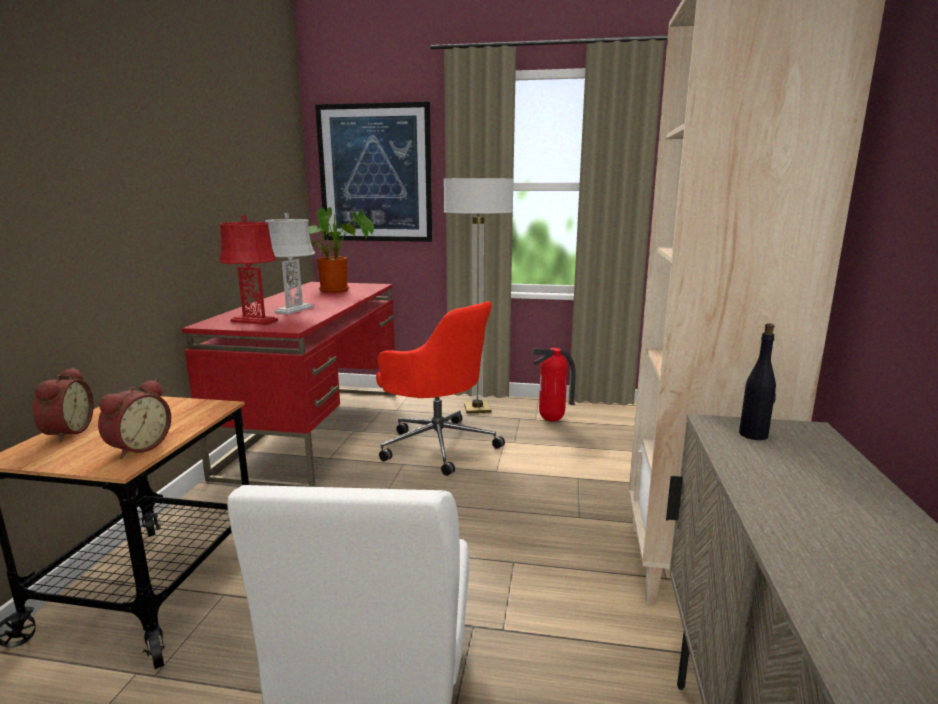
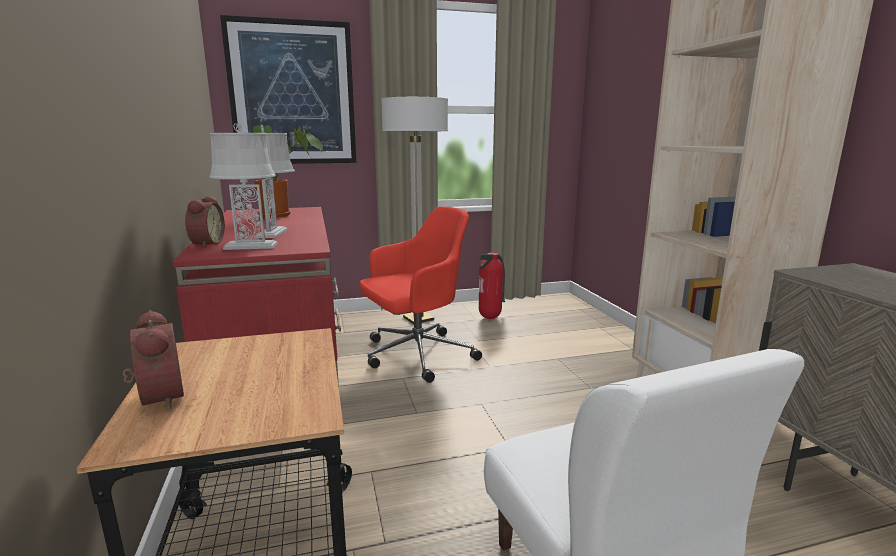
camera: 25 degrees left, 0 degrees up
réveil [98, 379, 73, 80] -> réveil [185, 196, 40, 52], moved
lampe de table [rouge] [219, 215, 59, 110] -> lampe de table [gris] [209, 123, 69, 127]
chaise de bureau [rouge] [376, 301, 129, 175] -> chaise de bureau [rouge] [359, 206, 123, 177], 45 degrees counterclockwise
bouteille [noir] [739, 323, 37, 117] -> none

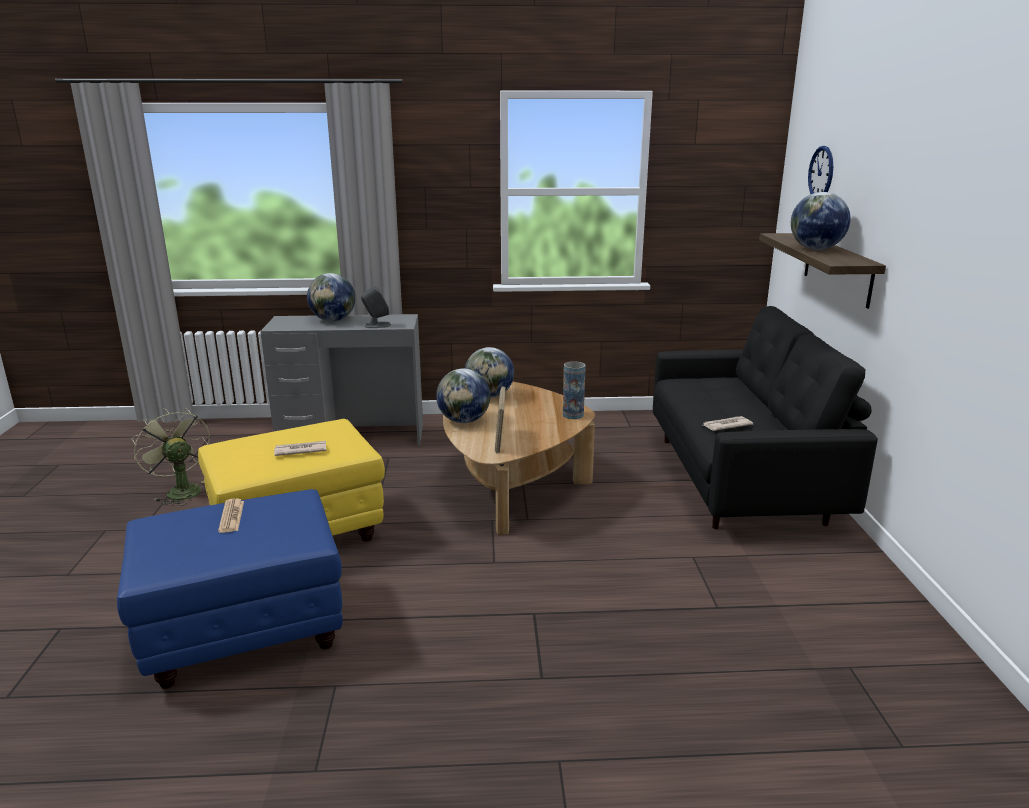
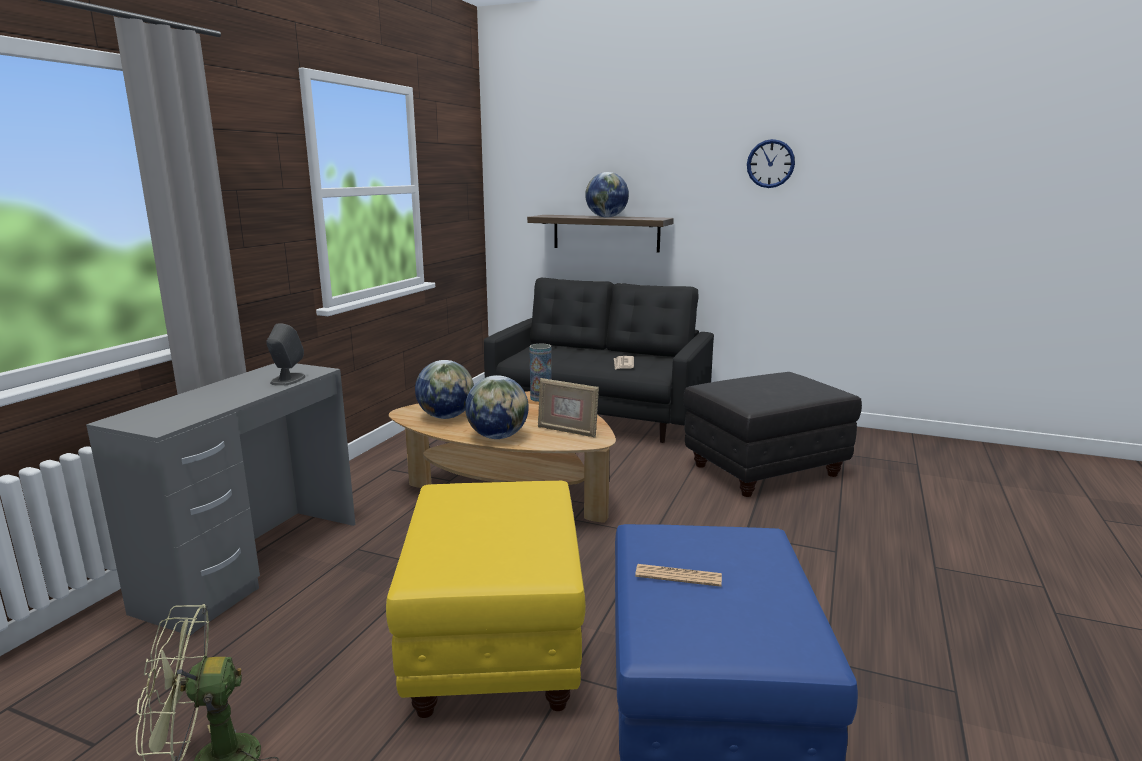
camera: 65 degrees left, 5 degrees down
journal [274, 441, 52, 15] -> none
globe [307, 273, 48, 48] -> none
horloge murale [808, 146, 25, 48] -> horloge murale [747, 139, 48, 49], moved
none -> pouf [noir] [683, 372, 179, 125]

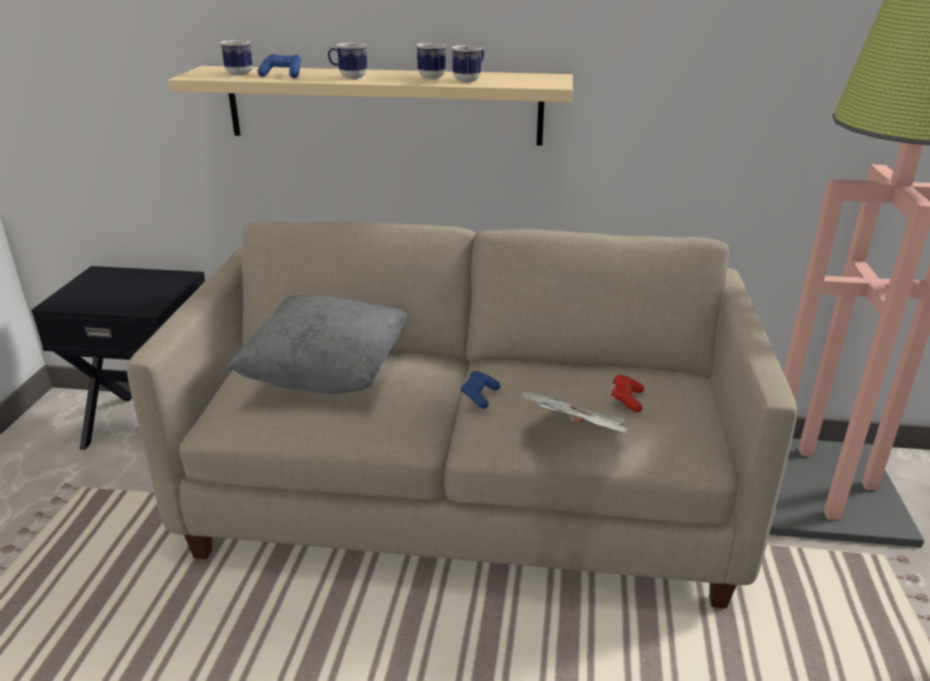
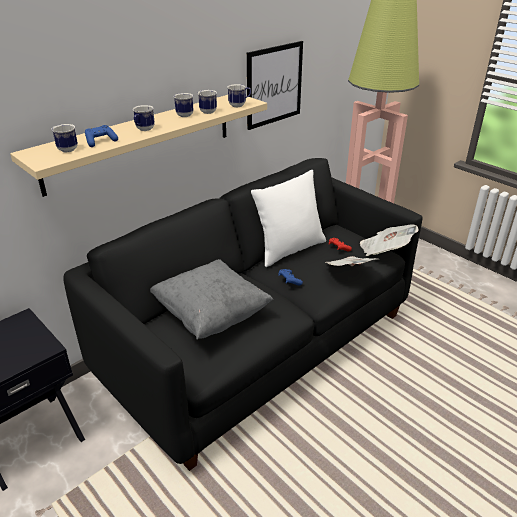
camera: 50 degrees left, 5 degrees up
canapé [beige] [127, 221, 670, 387] -> canapé [noir] [63, 158, 359, 313]
none -> mug [228, 84, 23, 23]
none -> tableau [247, 41, 56, 89]
none -> coussin [blanc] [251, 170, 75, 97]
none -> journal [360, 224, 58, 32]

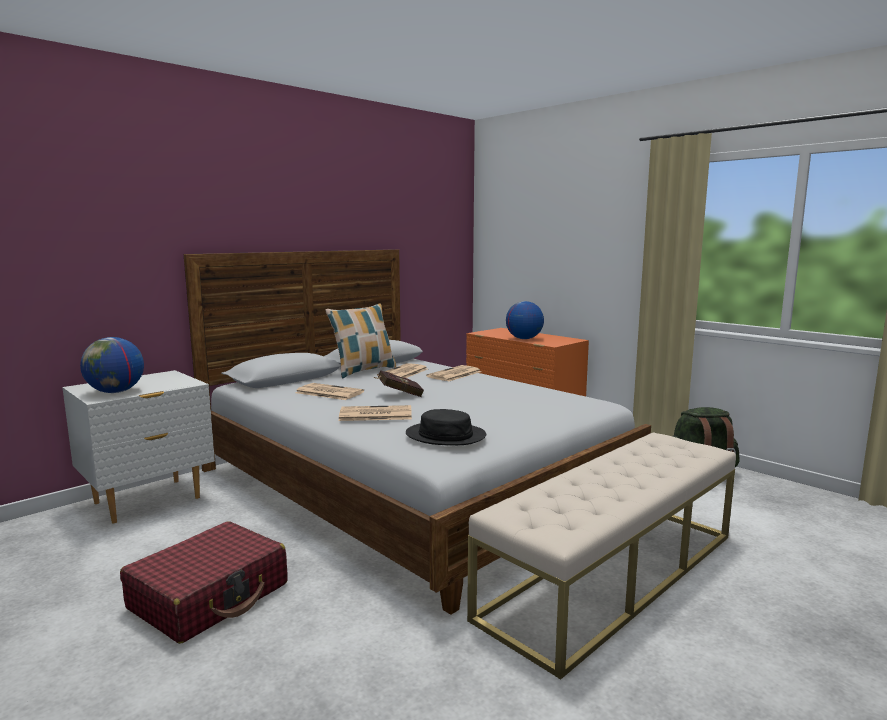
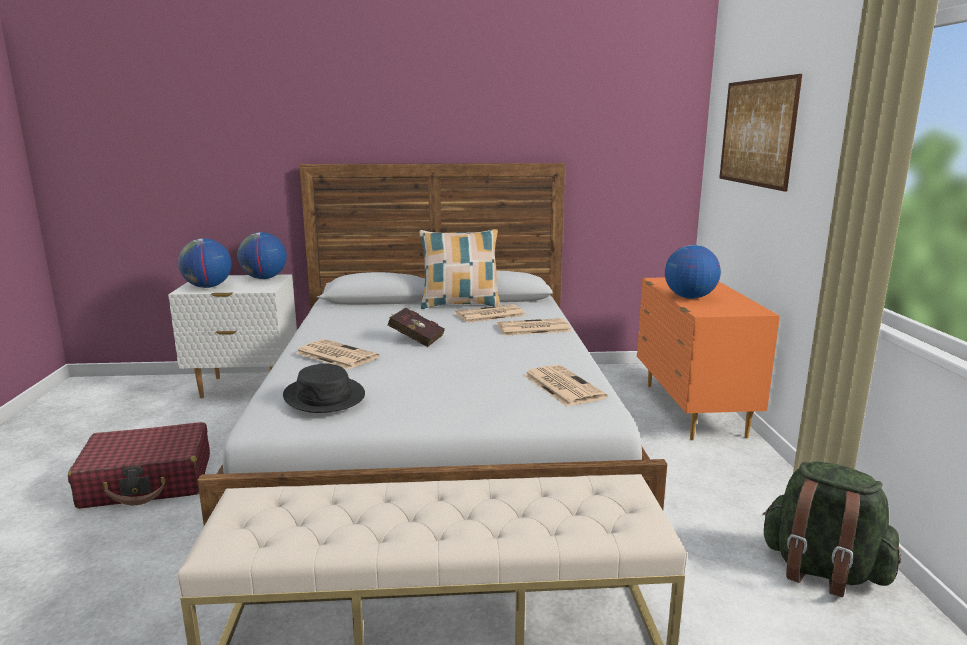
camera: 40 degrees right, 5 degrees up
journal [295, 383, 69, 17] -> journal [523, 365, 85, 41], moved
none -> globe [238, 232, 49, 47]
none -> tableau [719, 74, 83, 118]

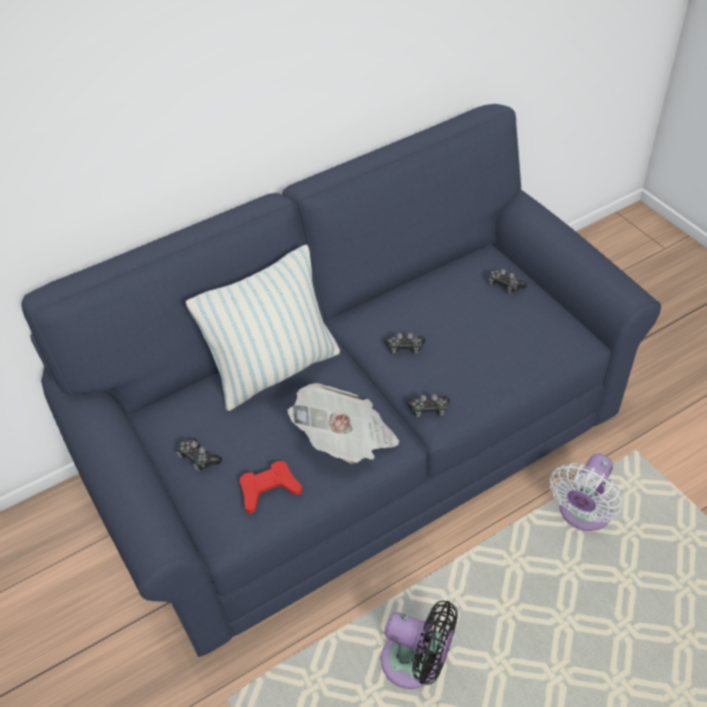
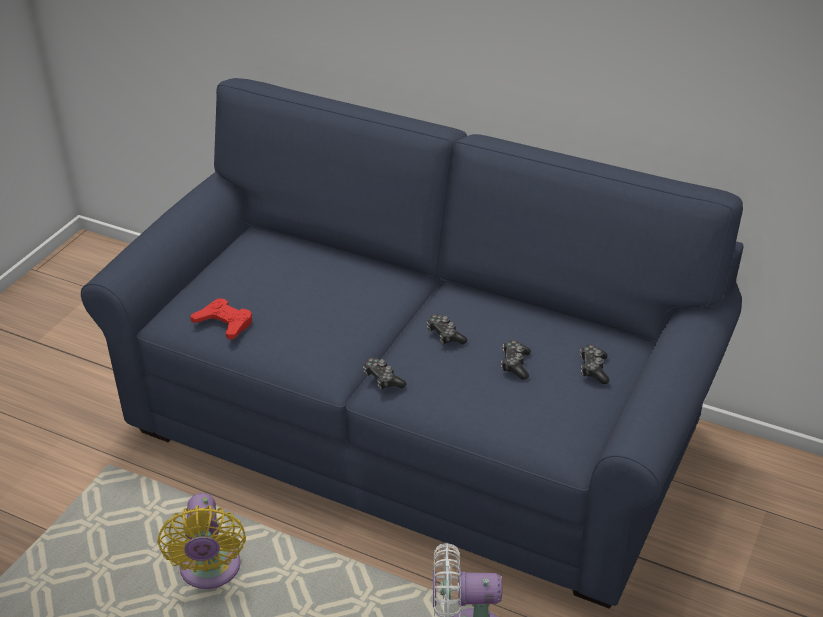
camera: 55 degrees right, 10 degrees down
manette [177, 438, 45, 33] -> manette [501, 340, 30, 40], moved
coussin [186, 245, 154, 166] -> none
journal [287, 383, 112, 81] -> none
ventilateur [noir] [381, 601, 77, 88] -> ventilateur [jaune] [157, 493, 89, 96]

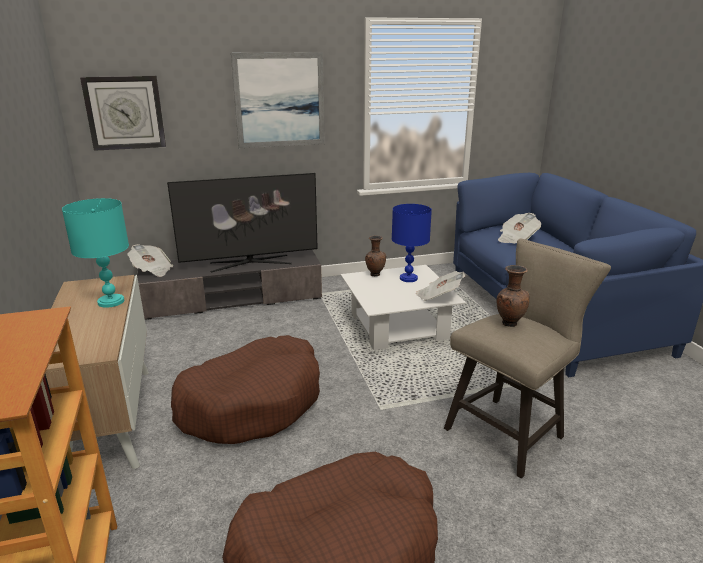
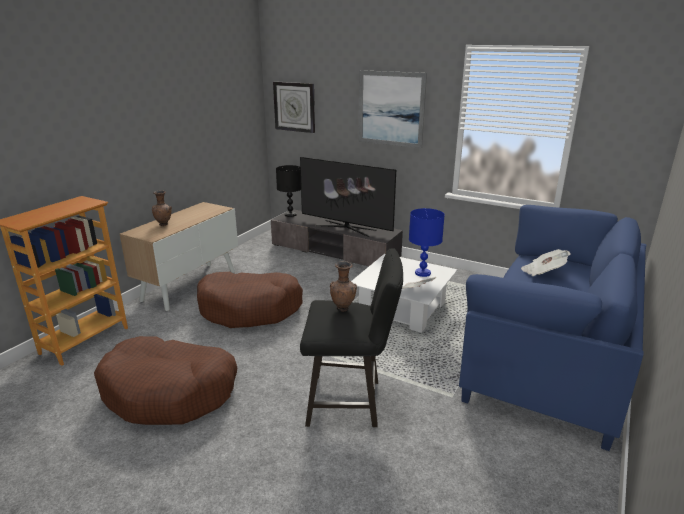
camera: 45 degrees right, 0 degrees up
lampe de table [turquoise] [62, 198, 67, 110] -> none
journal [128, 244, 45, 33] -> lampe de table [noir] [276, 165, 25, 52]
vase [marron] [365, 236, 21, 40] -> vase [marron] [152, 190, 20, 36], moved
tabouret [beige] [444, 239, 167, 240] -> tabouret [noir] [300, 248, 103, 179]

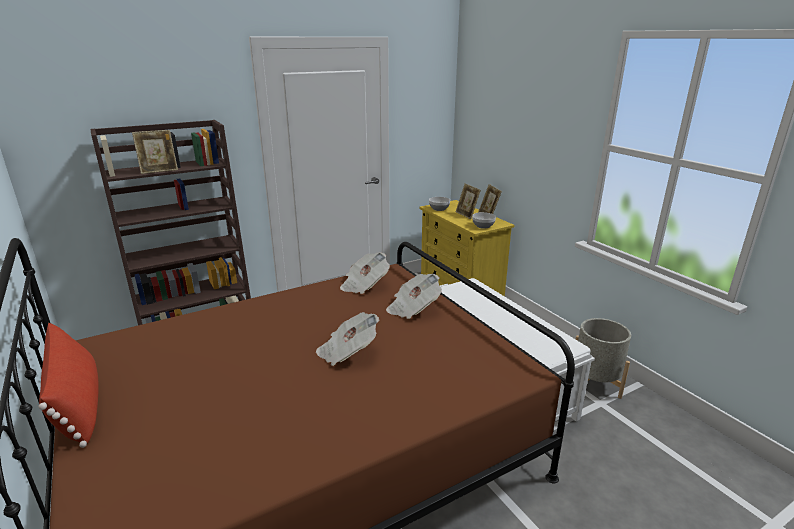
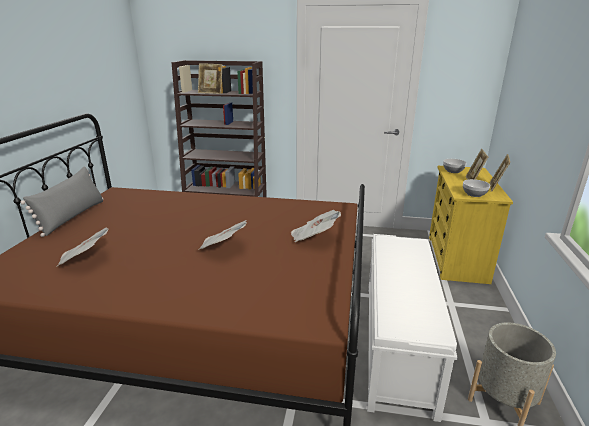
camera: 40 degrees right, 0 degrees up
coussin [rouge] [38, 323, 61, 125] -> coussin [gris] [20, 167, 83, 70]
journal [340, 252, 50, 42] -> journal [56, 227, 53, 40], moved

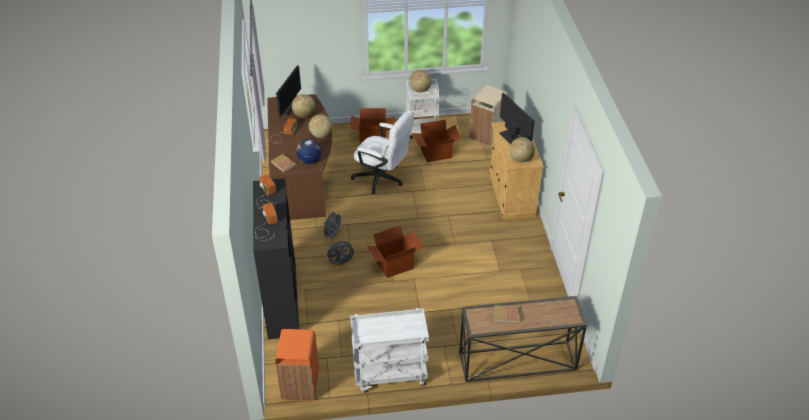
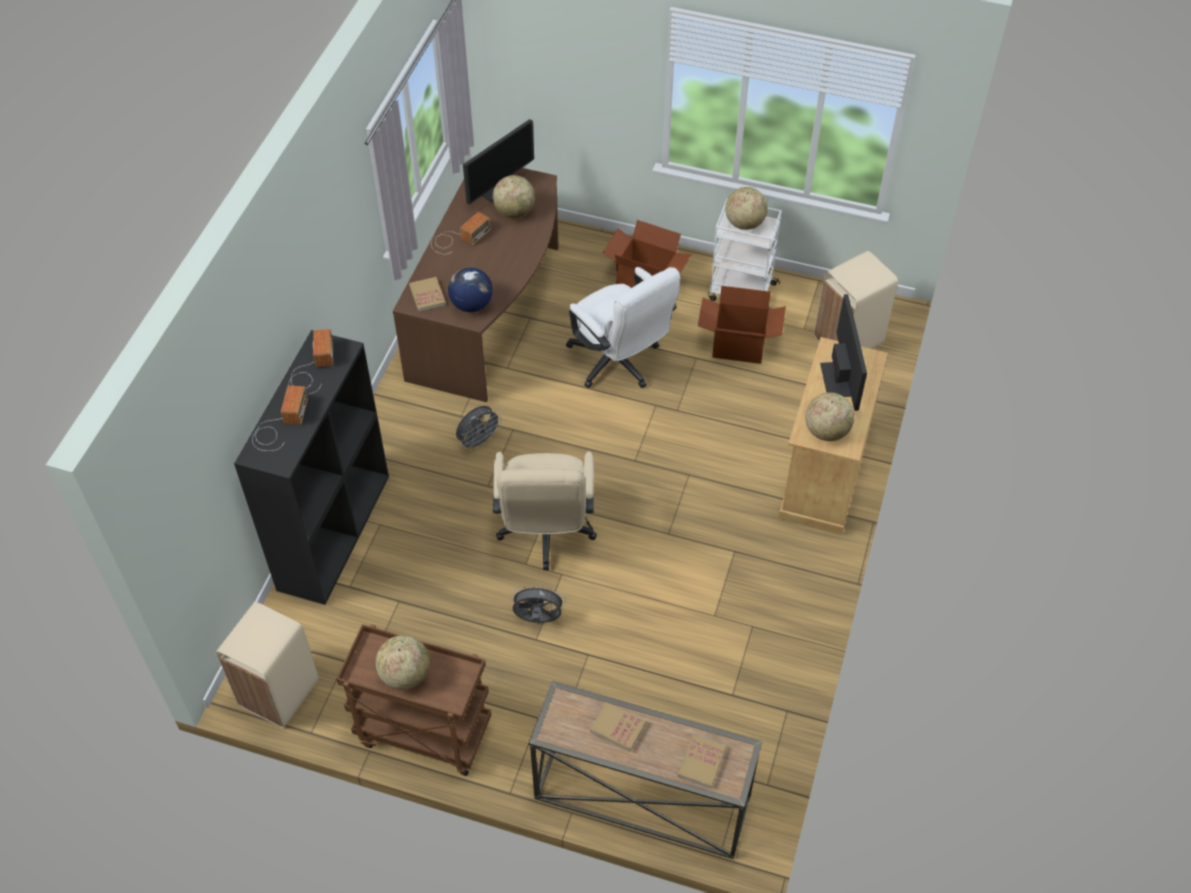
camera: 25 degrees right, 10 degrees up
poubelle [orange] [275, 329, 44, 72] -> poubelle [beige] [216, 602, 103, 126]
globe [309, 114, 24, 24] -> globe [376, 635, 54, 55], moved
ventilateur [gris] [325, 241, 29, 24] -> ventilateur [gris] [510, 584, 56, 39], moved
chariot [blanc] [350, 308, 79, 84] -> chariot [marron] [336, 624, 156, 152]
carton [367, 226, 57, 52] -> chaise de bureau [beige] [493, 452, 104, 118]
none -> livre [678, 735, 48, 53]

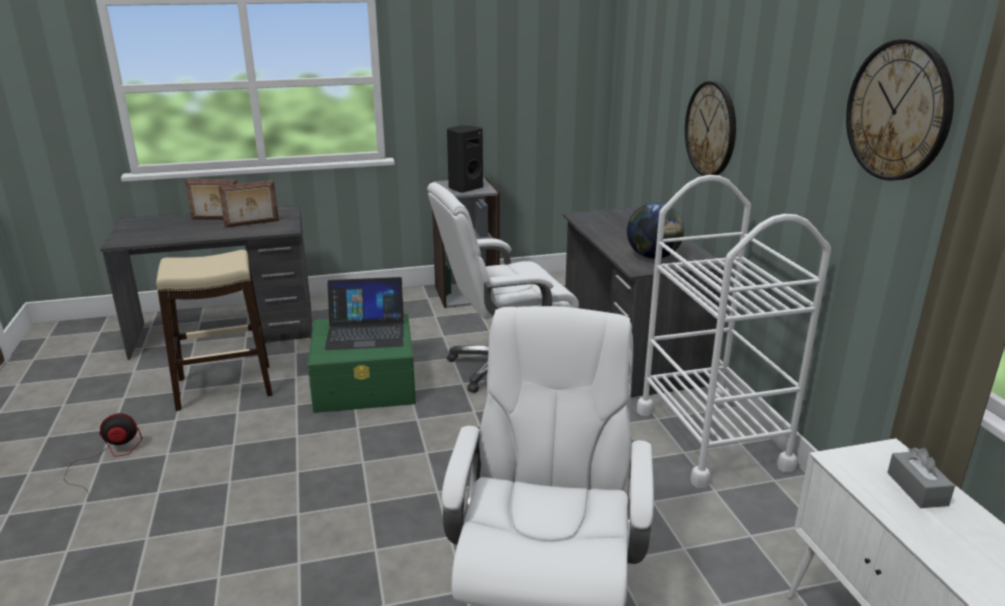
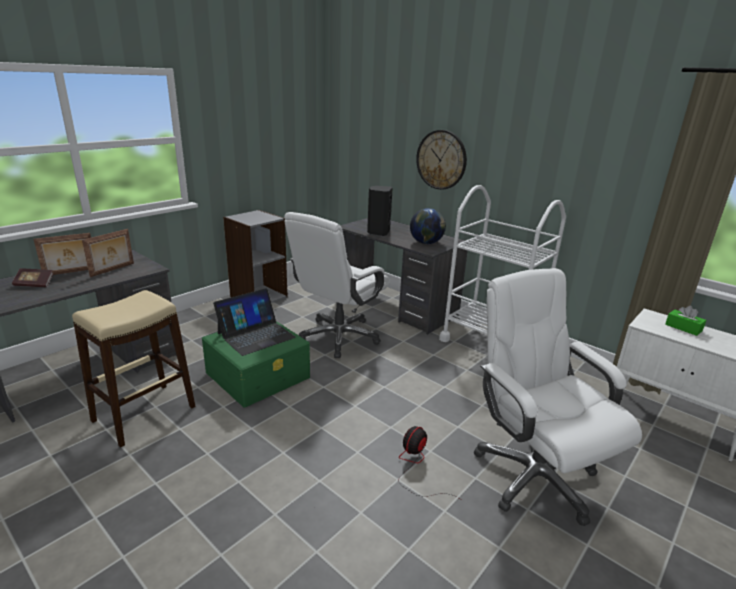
camera: 35 degrees left, 0 degrees up
ventilateur [64, 413, 78, 86] -> ventilateur [399, 426, 64, 75], moved
enceinte [noir] [447, 125, 36, 68] -> enceinte [noir] [367, 186, 26, 50], moved
horloge murale [846, 39, 108, 142] -> none
boîte à mouchoirs [gris] [887, 447, 68, 61] -> boîte à mouchoirs [vert] [665, 305, 41, 31]
none -> livre [12, 268, 41, 19]

